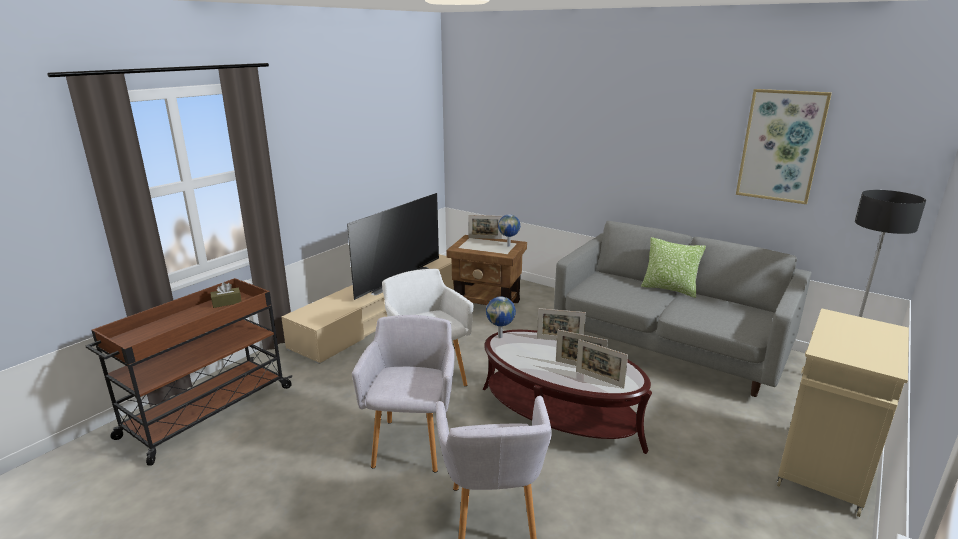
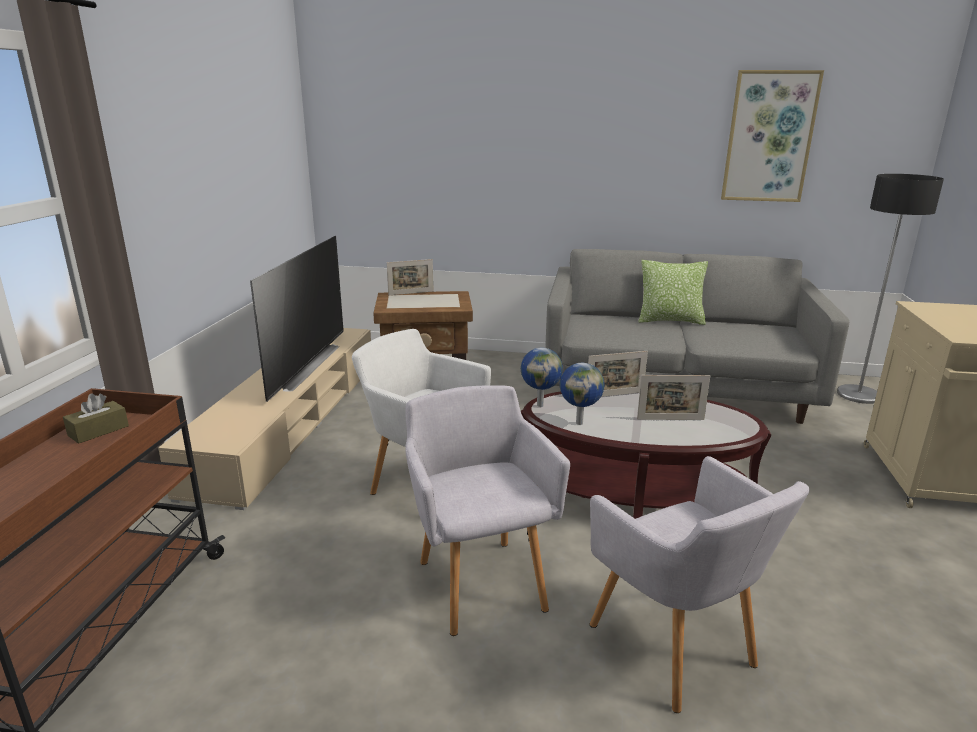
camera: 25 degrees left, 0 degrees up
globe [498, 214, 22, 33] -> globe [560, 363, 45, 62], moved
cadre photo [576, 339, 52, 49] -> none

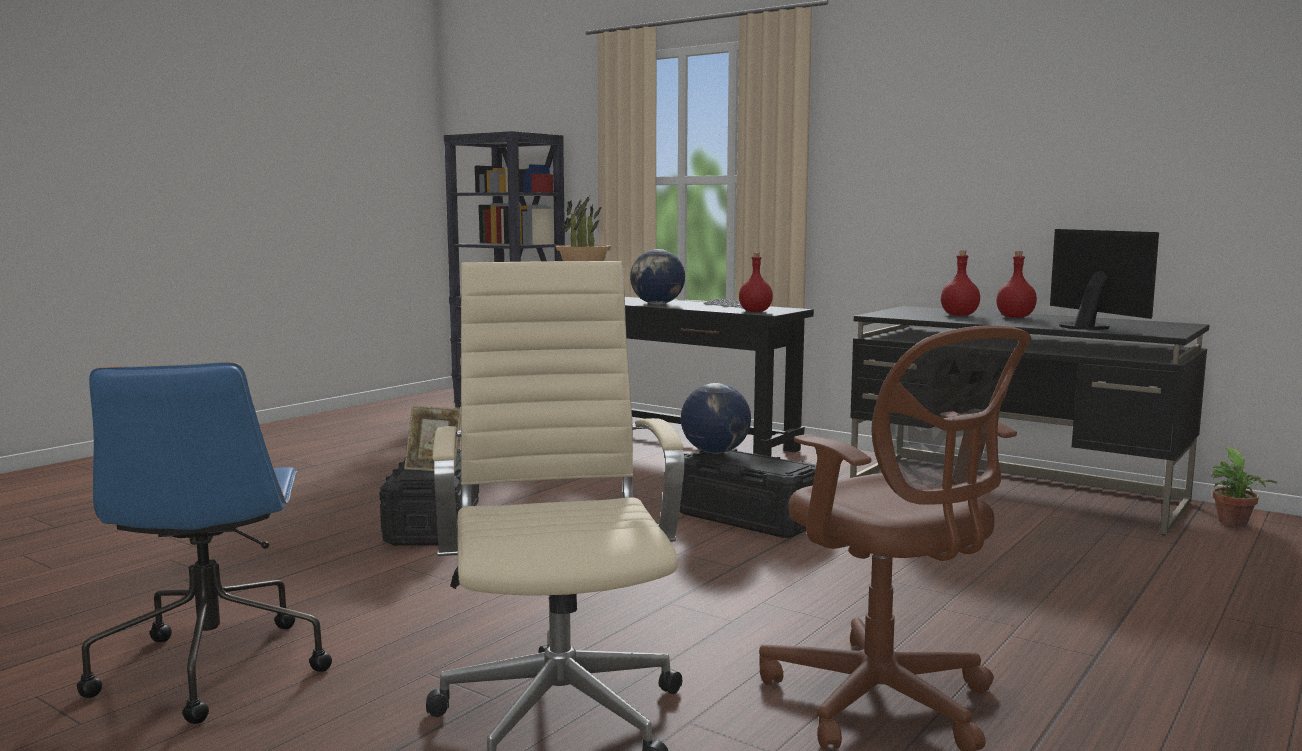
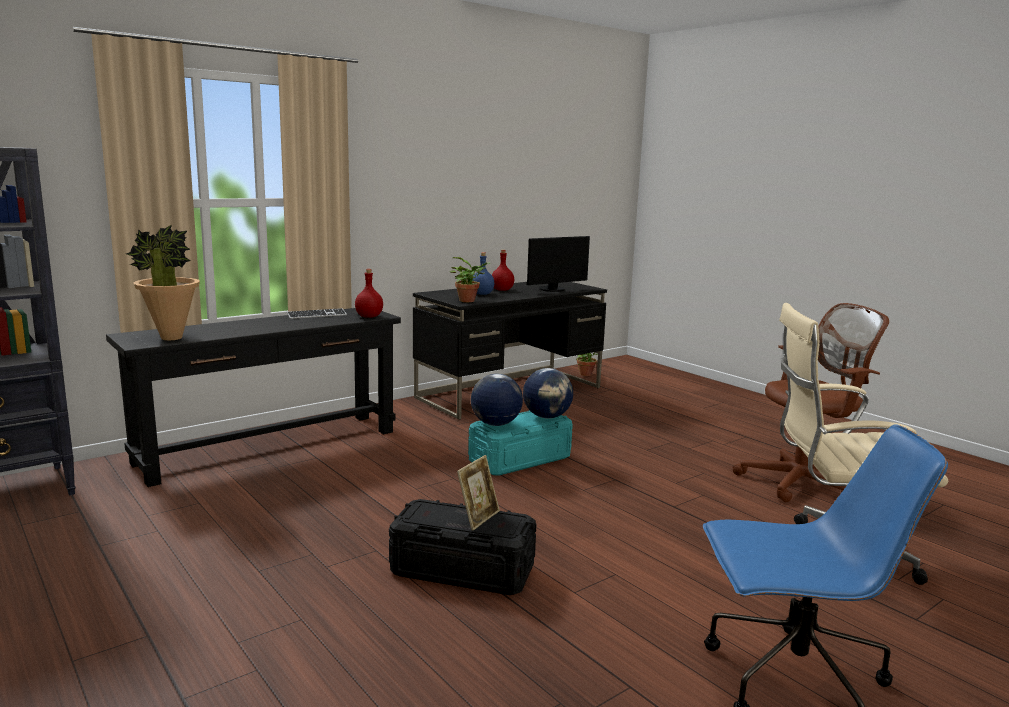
camera: 75 degrees left, 5 degrees up
globe [630, 249, 55, 55] -> globe [523, 368, 50, 51], moved
boîte de rangement [noir] [680, 449, 136, 89] -> boîte de rangement [turquoise] [468, 410, 105, 66]
bouteille [rouge] [941, 250, 39, 66] -> bouteille [bleu] [473, 252, 21, 43]
écran d'ordinateur [1050, 229, 109, 101] -> écran d'ordinateur [527, 236, 63, 56], 150 degrees clockwise
none -> plante en pot [450, 257, 40, 45]

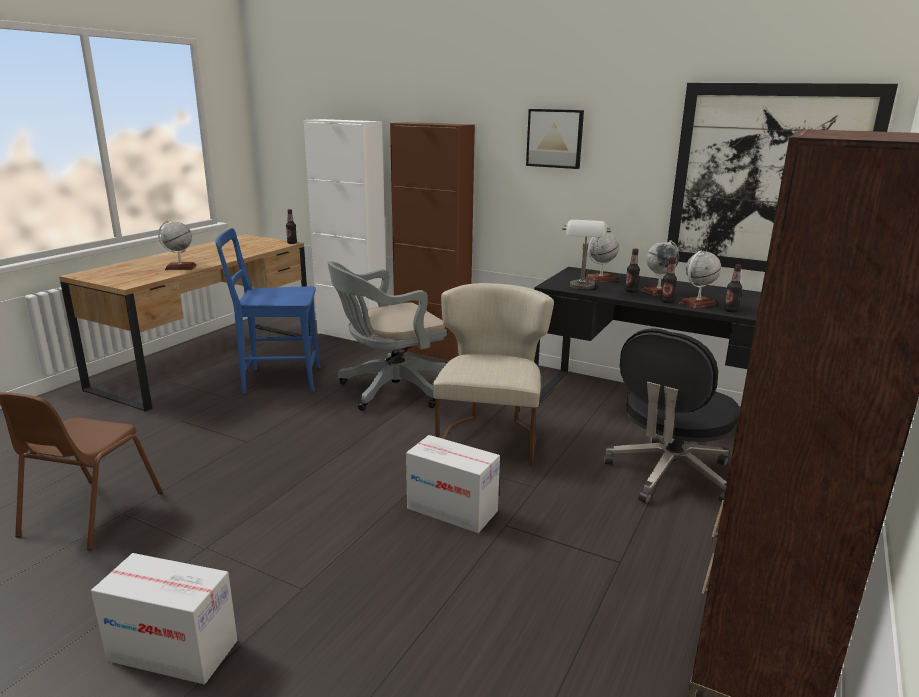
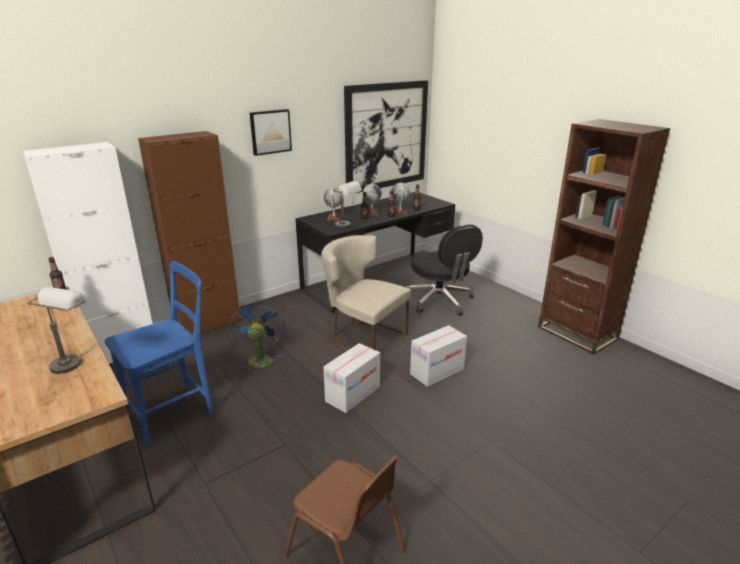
camera: 65 degrees left, 5 degrees up
carton [91, 553, 146, 131] -> carton [324, 343, 56, 70], moved
globe [158, 221, 38, 49] -> lampe de table [gris] [28, 287, 60, 87]
chaise [bleu] [215, 228, 106, 165] -> chaise [bleu] [105, 261, 109, 185], 150 degrees counterclockwise
chaise de bureau [gris] [327, 261, 120, 150] -> ventilateur [bleu] [230, 301, 55, 72]

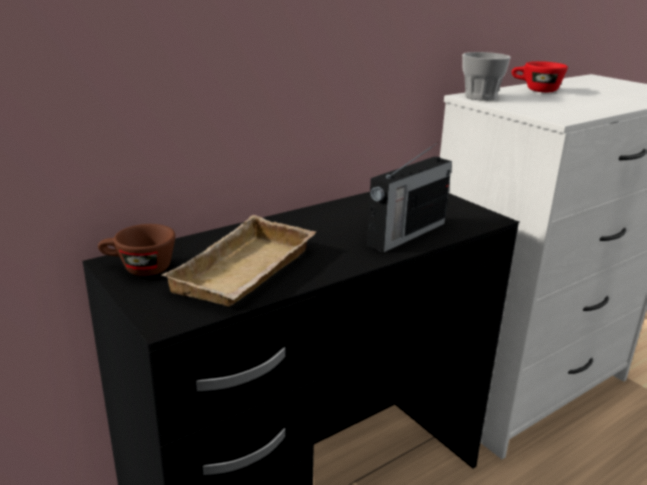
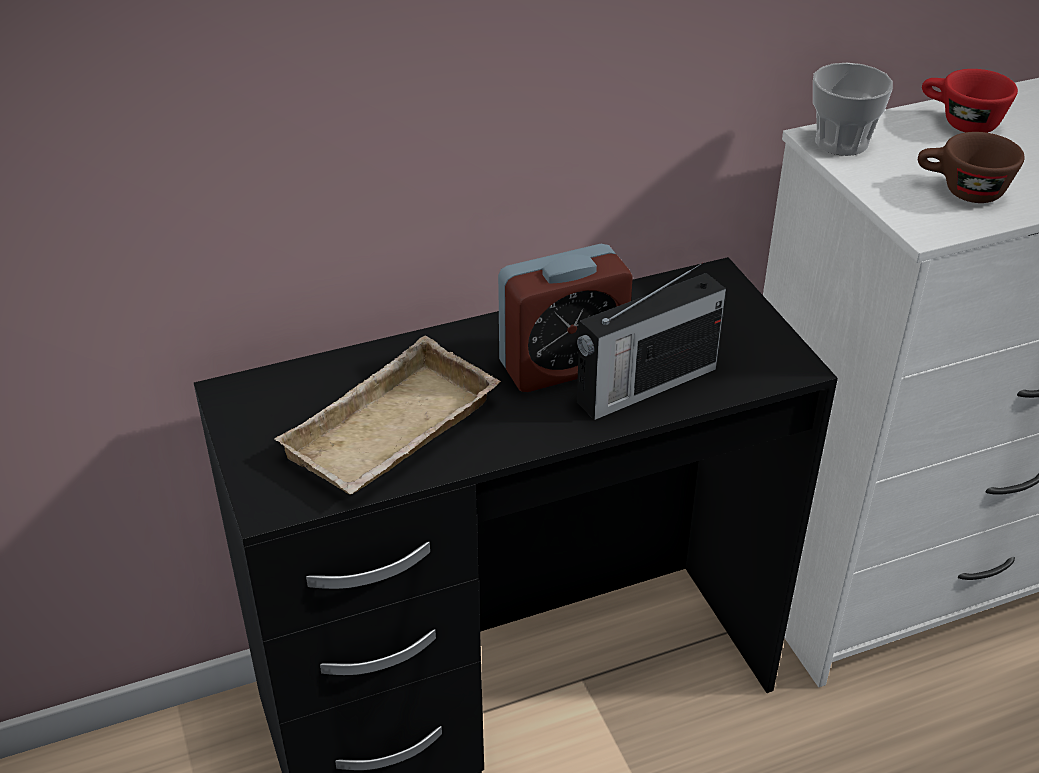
camera: 15 degrees right, 15 degrees up
tasse [marron] [98, 224, 77, 52] -> tasse [marron] [918, 132, 107, 71], moved
none -> réveil [498, 244, 135, 148]

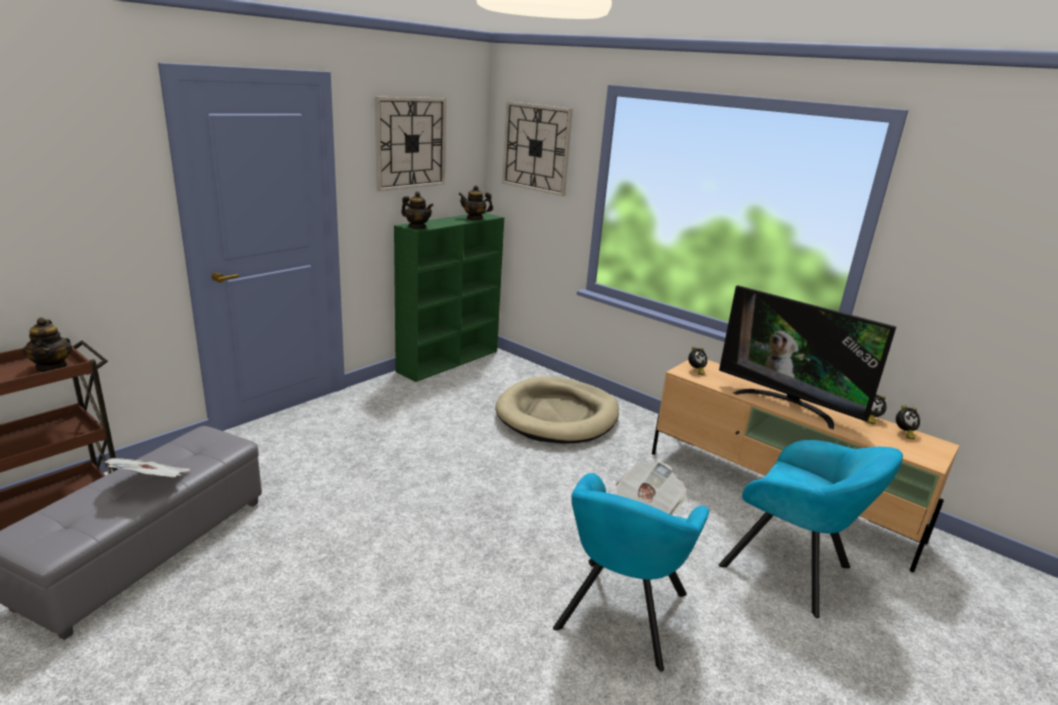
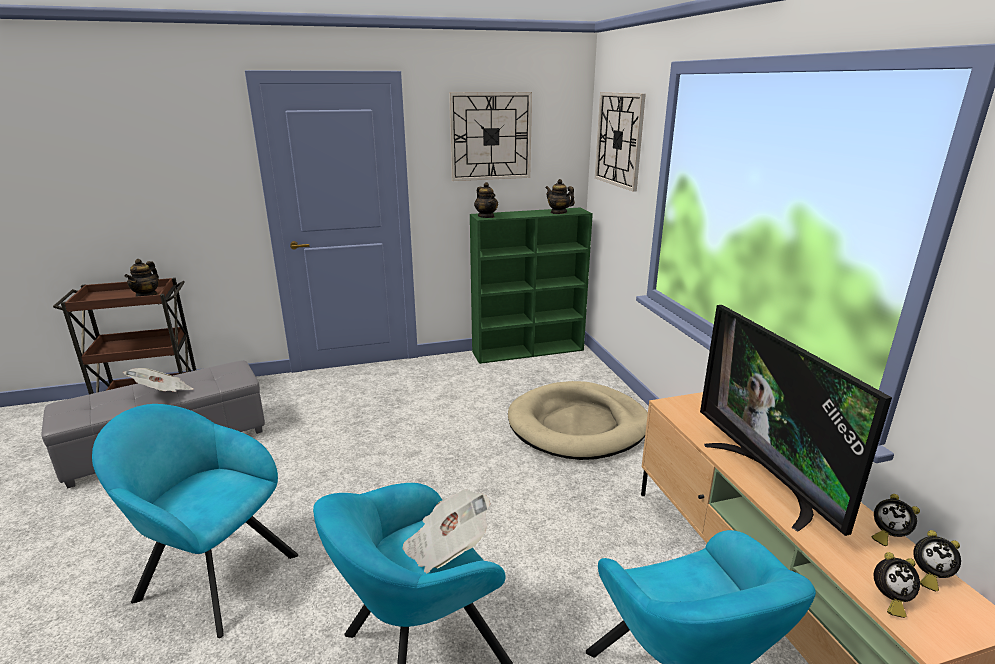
camera: 35 degrees right, 0 degrees up
réveil [688, 346, 19, 29] -> réveil [874, 552, 46, 66], moved
none -> fauteuil [turquoise] [92, 404, 206, 234]

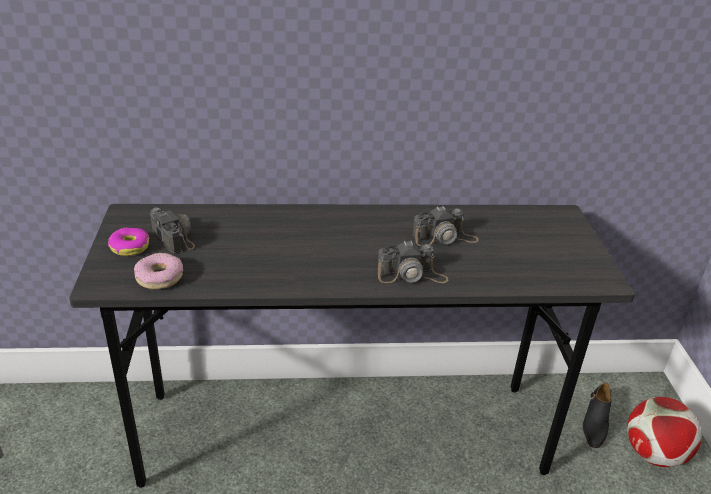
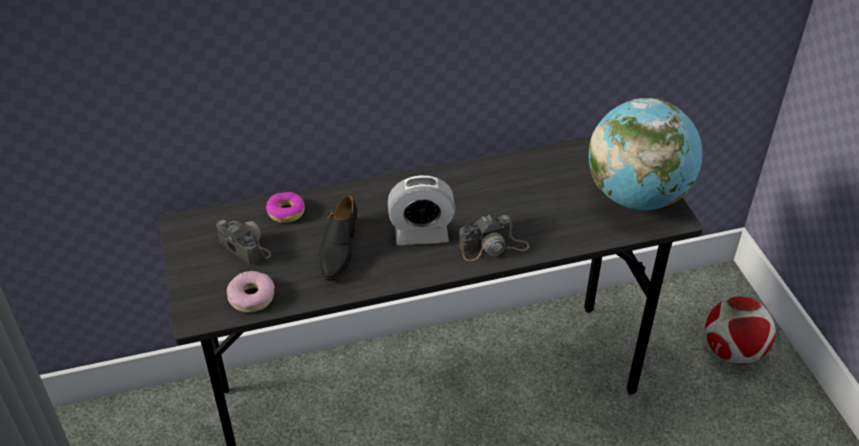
camera: 10 degrees left, 10 degrees up
beignet [108, 228, 42, 28] -> beignet [266, 192, 39, 31], moved
appareil photo [412, 206, 67, 40] -> none
chaussure [noir] [583, 383, 28, 65] -> chaussure [noir] [319, 195, 38, 86], moved
none -> réveil [388, 175, 67, 70]
none -> globe [589, 98, 113, 112]

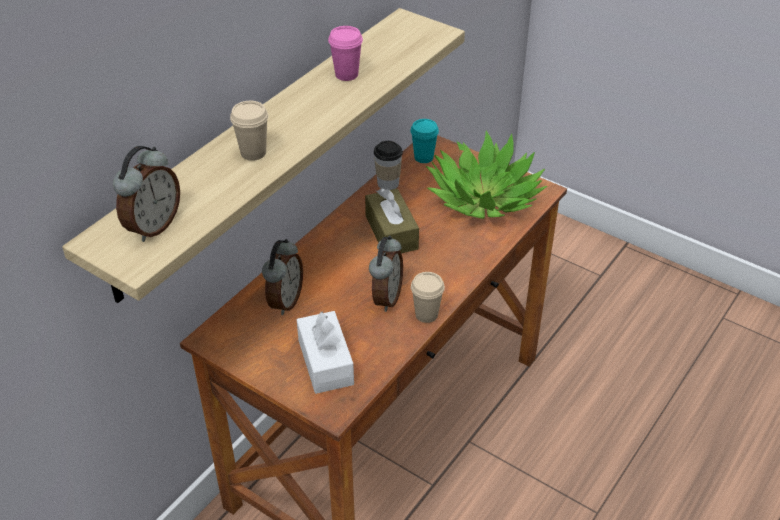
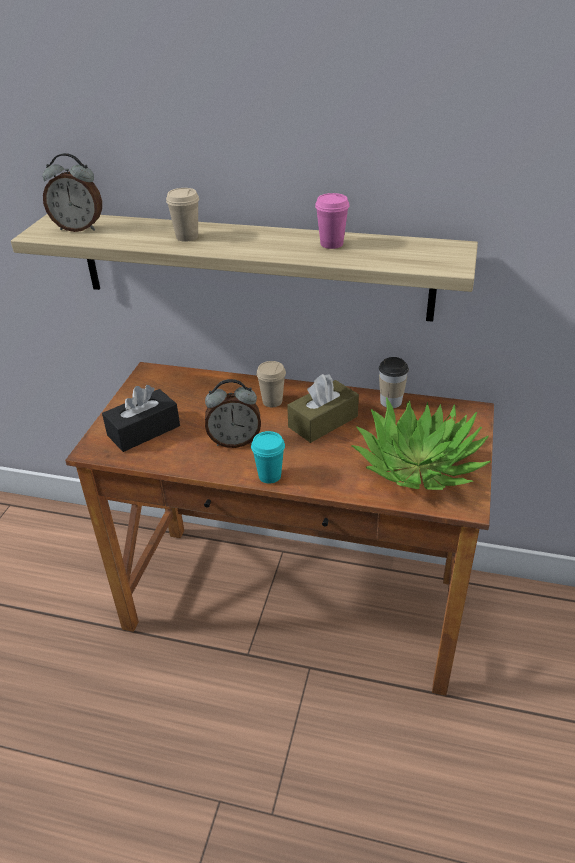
camera: 70 degrees right, 5 degrees down
réveil [262, 239, 41, 76] -> none
boîte à mouchoirs [blanc] [297, 311, 57, 83] -> boîte à mouchoirs [noir] [102, 385, 78, 67]
tasse [turquoise] [410, 119, 29, 44] -> tasse [turquoise] [251, 431, 34, 53], moved
tasse [beige] [411, 272, 34, 51] -> tasse [beige] [256, 361, 30, 46], moved

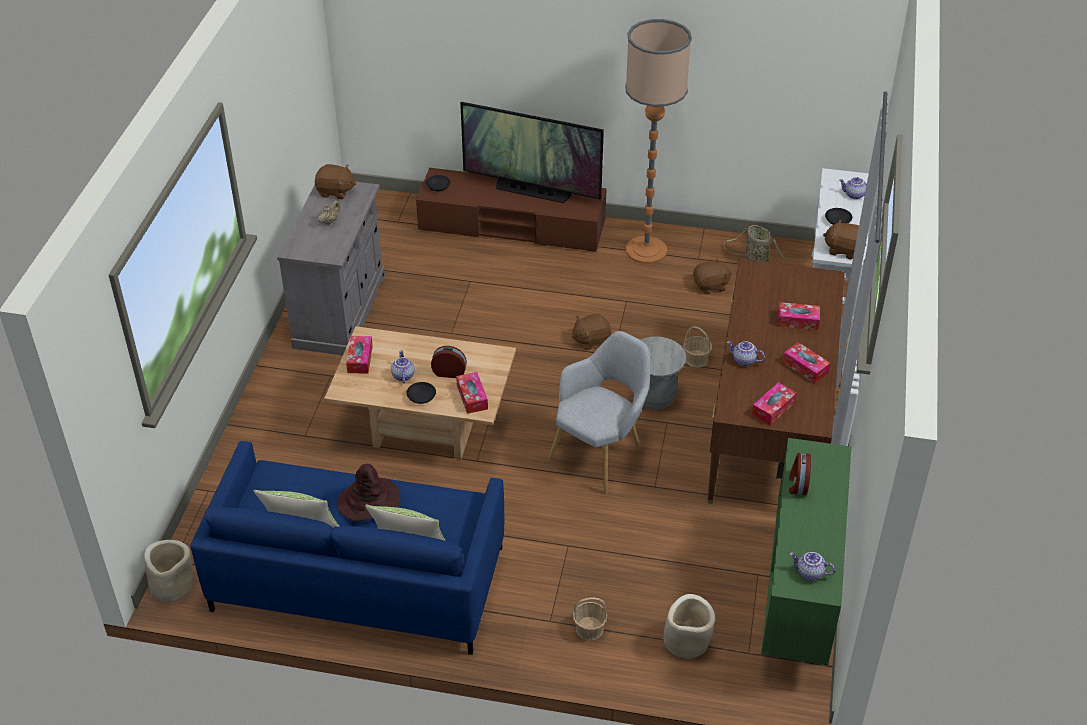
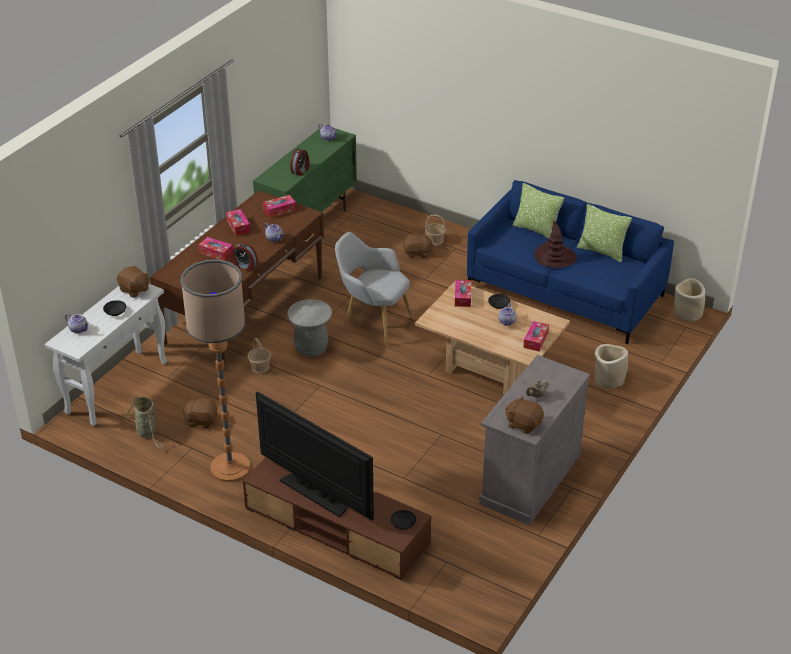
camera: 160 degrees left, 5 degrees down
réveil [431, 346, 36, 32] -> réveil [231, 243, 27, 29], moved
fauteuil [gris] [548, 331, 103, 164] -> fauteuil [gris] [335, 232, 77, 114], 60 degrees clockwise
peluche [marron] [571, 313, 41, 37] -> peluche [marron] [403, 233, 31, 25], moved
cache-pot [beige] [664, 594, 51, 65] -> cache-pot [beige] [594, 344, 34, 45], moved

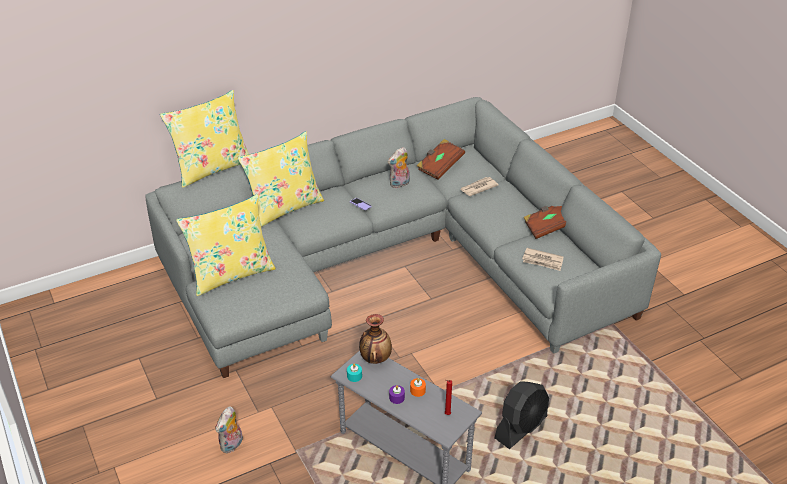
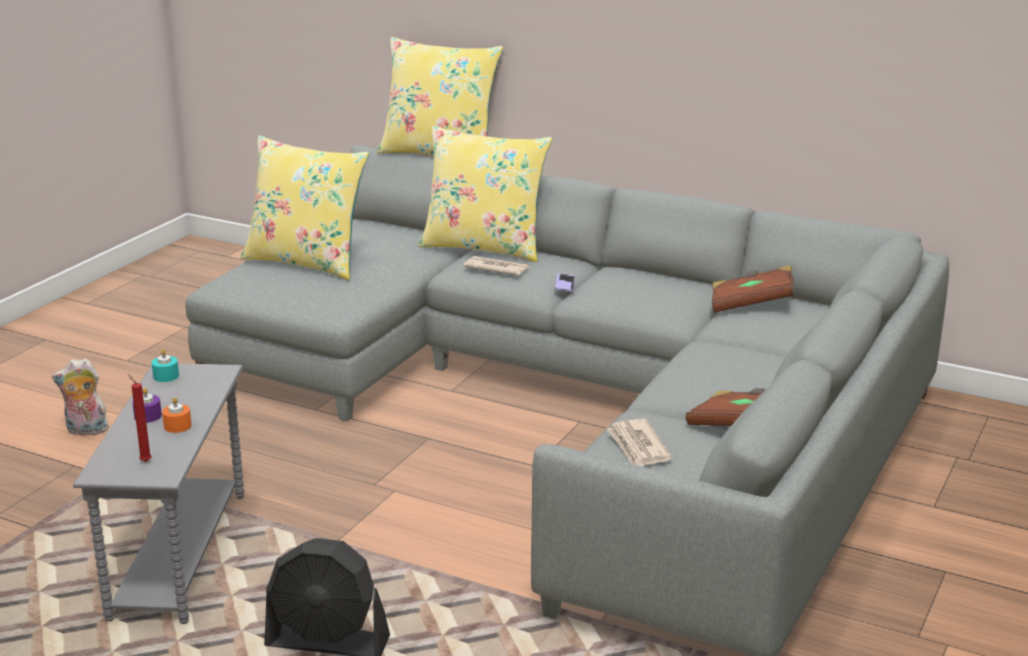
camera: 55 degrees right, 15 degrees down
vase [359, 314, 33, 50] -> none
peluche [388, 147, 22, 41] -> none
journal [460, 177, 39, 19] -> journal [463, 256, 67, 20], moved

